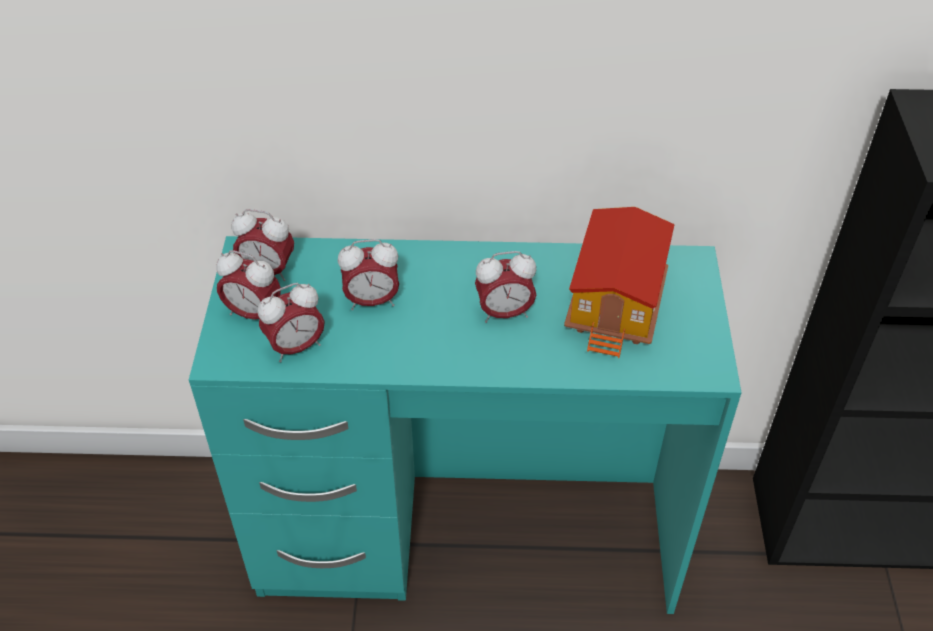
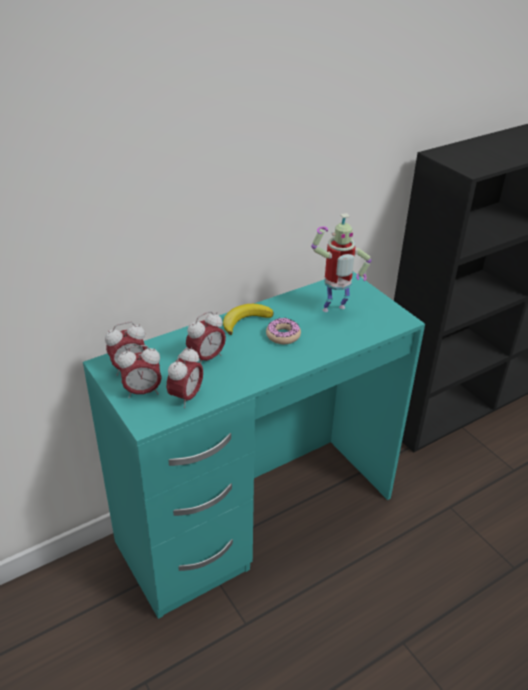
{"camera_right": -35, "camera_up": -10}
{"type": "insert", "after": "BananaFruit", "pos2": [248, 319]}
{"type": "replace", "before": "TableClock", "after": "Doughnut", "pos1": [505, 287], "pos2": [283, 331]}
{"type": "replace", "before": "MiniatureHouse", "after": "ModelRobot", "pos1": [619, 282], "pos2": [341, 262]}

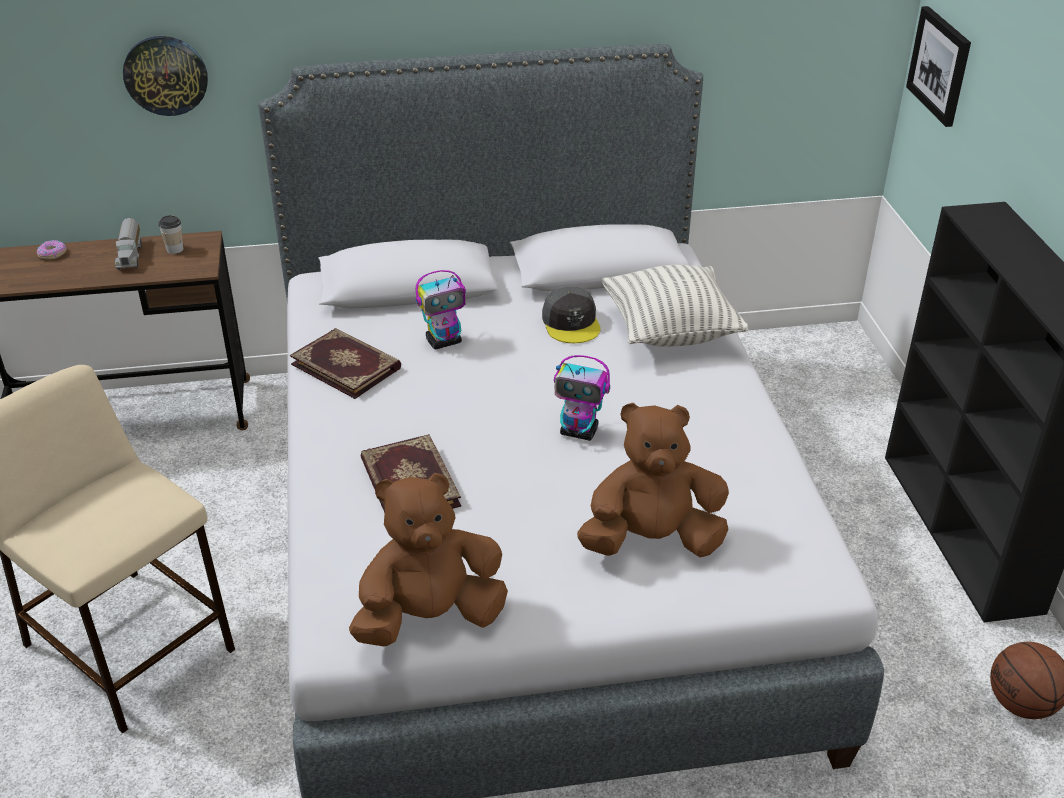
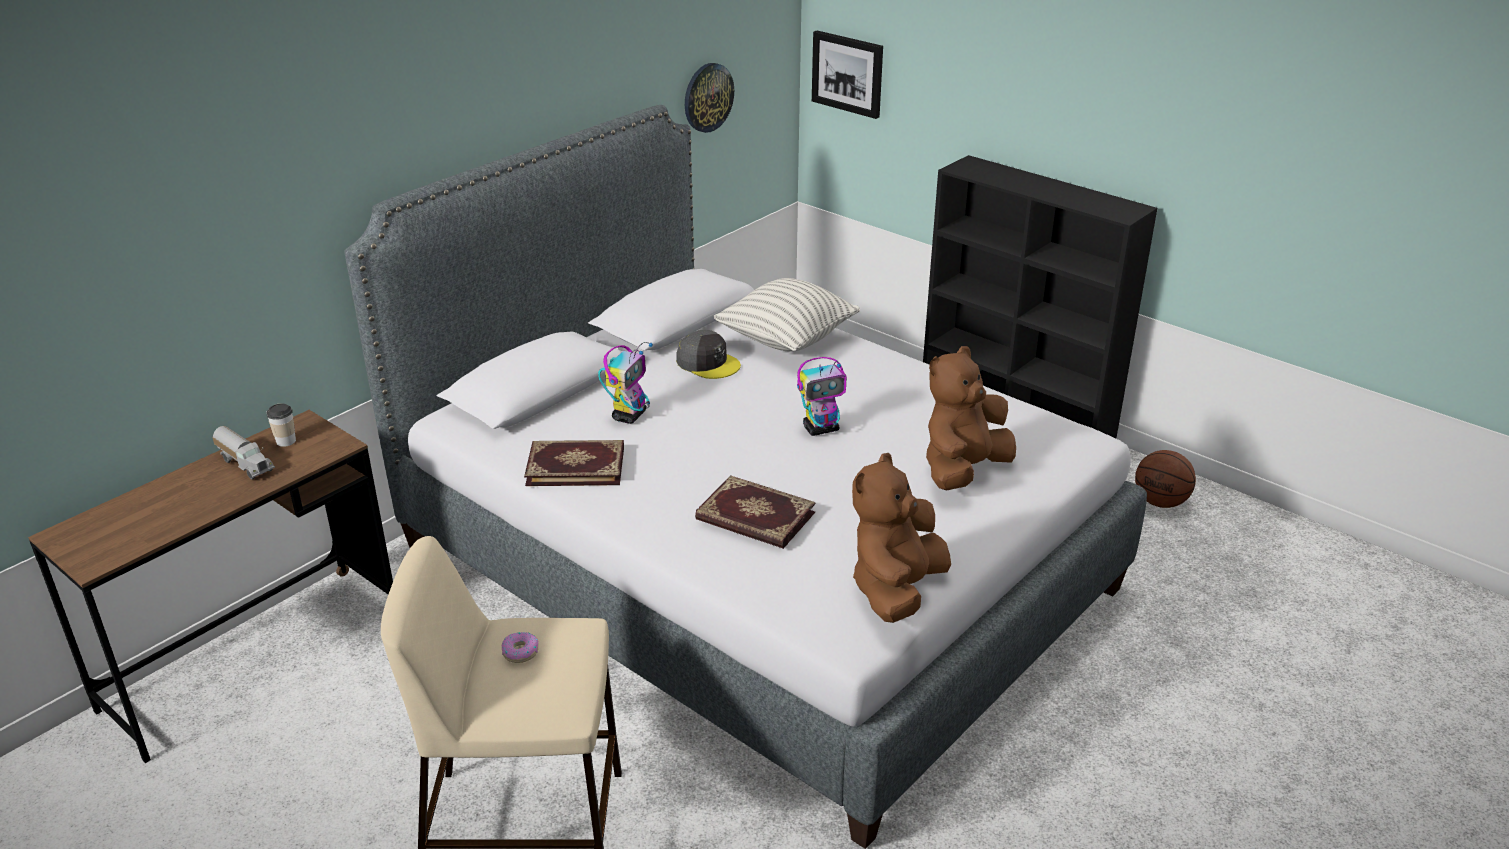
{"camera_right": -40, "camera_up": -5}
{"type": "move", "before": "Doughnut", "pos1": [52, 250], "pos2": [520, 647]}
{"type": "move", "before": "HangingClock", "pos1": [165, 76], "pos2": [709, 98]}

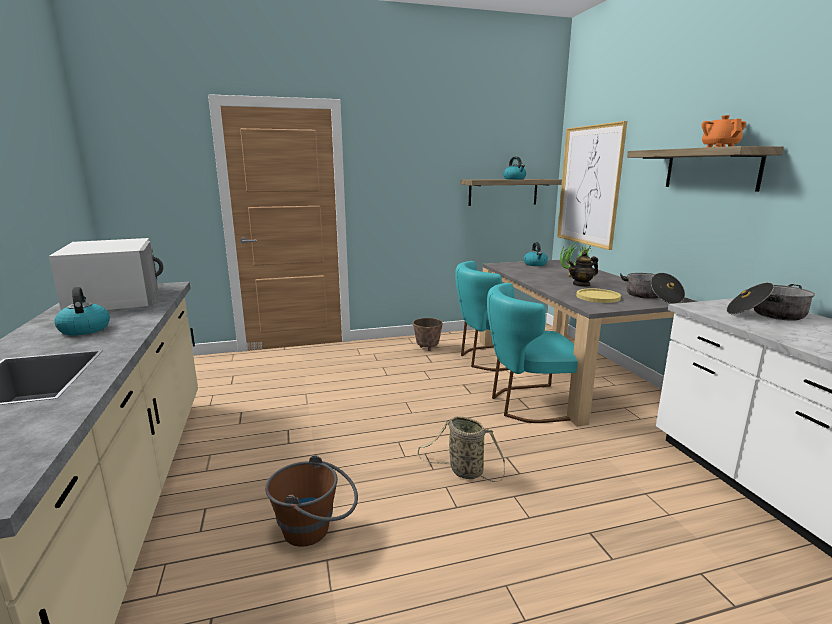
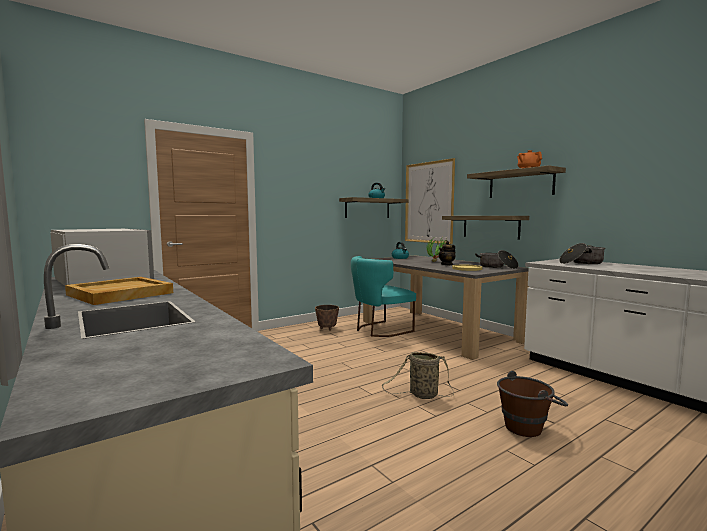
{"camera_right": -20, "camera_up": -10}
{"type": "delete", "before": "TurquoiseColouredChair", "pos1": [532, 353]}
{"type": "insert", "after": "BracketShelf", "pos2": [485, 228]}
{"type": "move", "before": "BrownishWaterBucket", "pos1": [311, 501], "pos2": [532, 404]}
{"type": "replace", "before": "TeaKettle", "after": "SandColouredCarryingTray", "pos1": [82, 311], "pos2": [119, 291]}

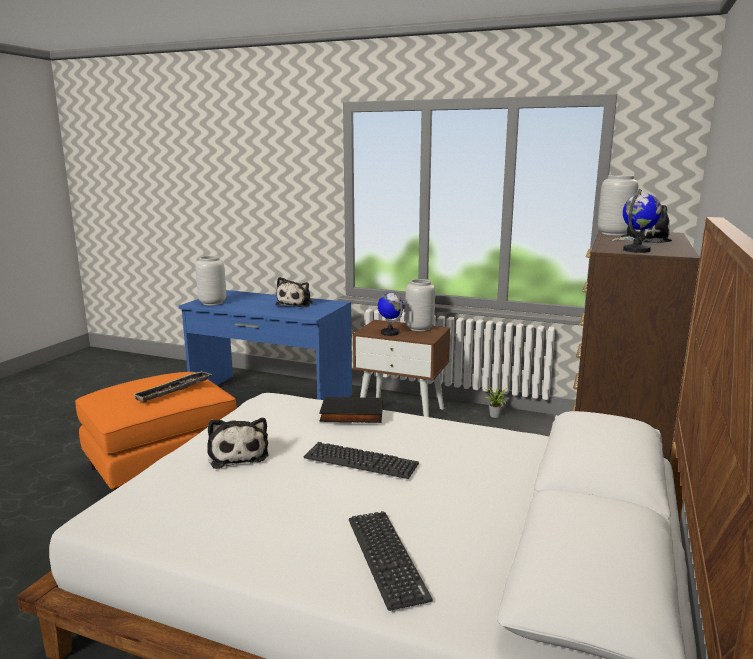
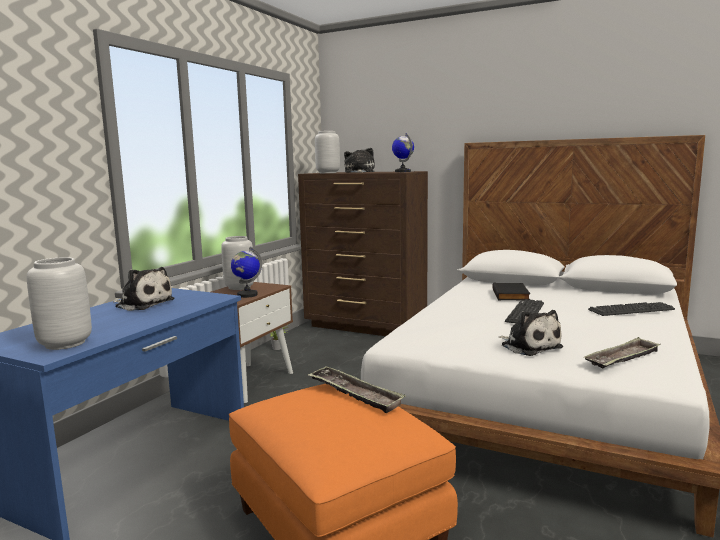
{"camera_right": -85, "camera_up": -5}
{"type": "insert", "after": "CarryingTray", "pos2": [622, 353]}
{"type": "move", "before": "BlackishVolume", "pos1": [351, 410], "pos2": [511, 291]}
{"type": "rotate", "before": "SoftToy", "pos1": [238, 443], "pos2": [531, 333], "turn": 75}

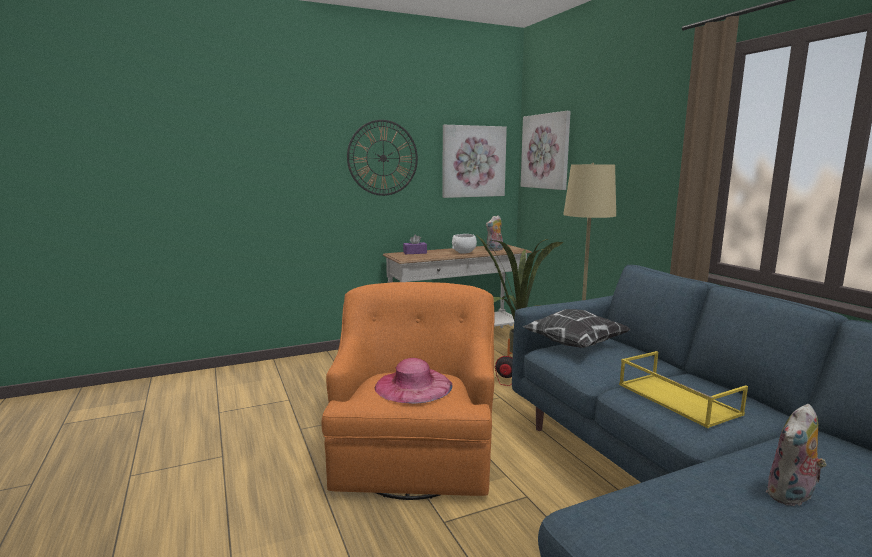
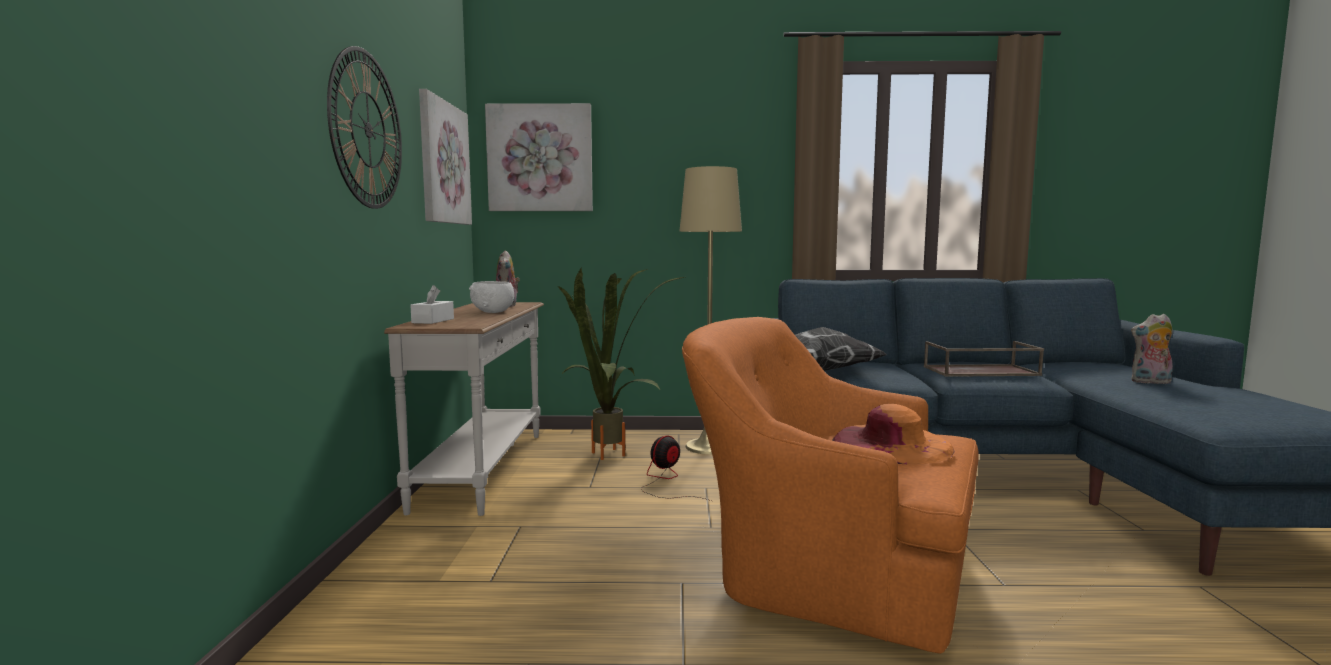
{"camera_right": -65, "camera_up": -5}
{"type": "recolor", "before": "PinkishClothingHat", "after": "OrangeyClothingHat", "pos1": [413, 381], "pos2": [893, 434]}
{"type": "recolor", "before": "PurpleTissueBox", "after": "WhiteTissueBox", "pos1": [415, 244], "pos2": [432, 304]}
{"type": "recolor", "before": "YellowColouredCarryingTray", "after": "BrownishCarryingTray", "pos1": [683, 389], "pos2": [984, 359]}
{"type": "rotate", "before": "SoftToy", "pos1": [796, 455], "pos2": [1152, 349], "turn": 105}

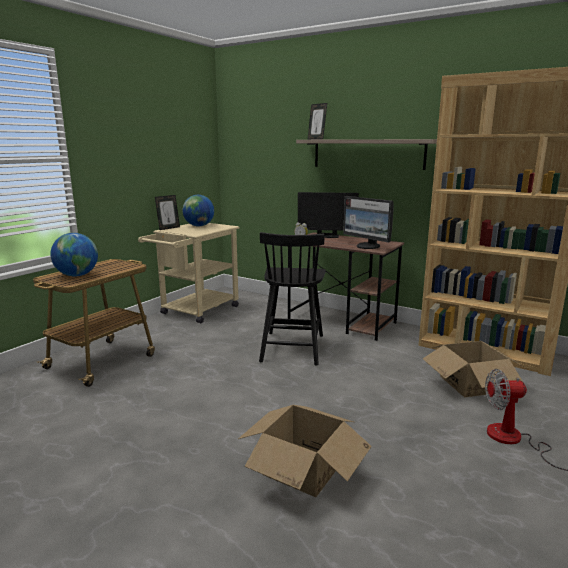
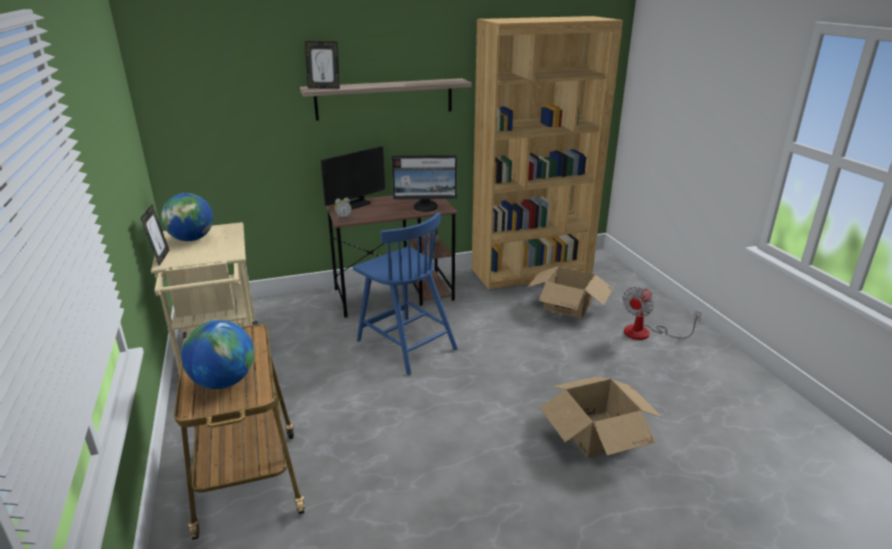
{"camera_right": -50, "camera_up": 10}
{"type": "recolor", "before": "BlackishChair", "after": "BlueColouredChair", "pos1": [292, 299], "pos2": [405, 293]}

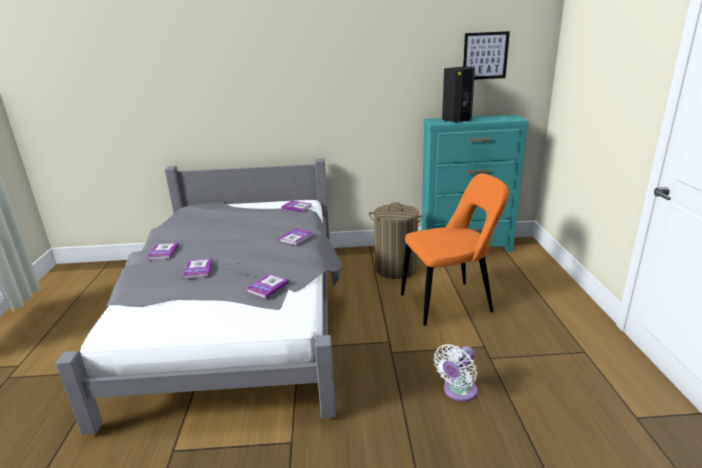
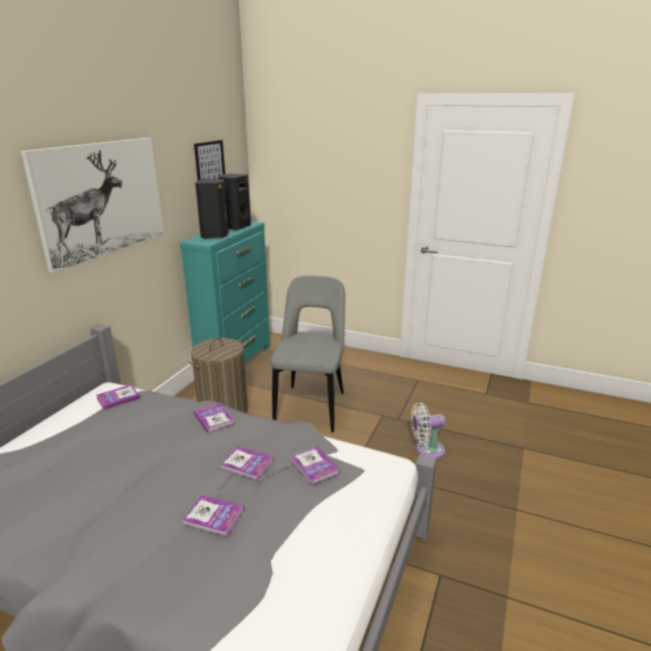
{"camera_right": -65, "camera_up": 0}
{"type": "insert", "after": "WallArt", "pos2": [92, 205]}
{"type": "insert", "after": "BlackishSpeaker", "pos2": [234, 202]}
{"type": "move", "before": "Volume", "pos1": [163, 251], "pos2": [247, 463]}
{"type": "recolor", "before": "OrangeyChair", "after": "GreyishChair", "pos1": [455, 249], "pos2": [307, 354]}
{"type": "rotate", "before": "WhiteElectricFan", "pos1": [456, 373], "pos2": [428, 431], "turn": 105}

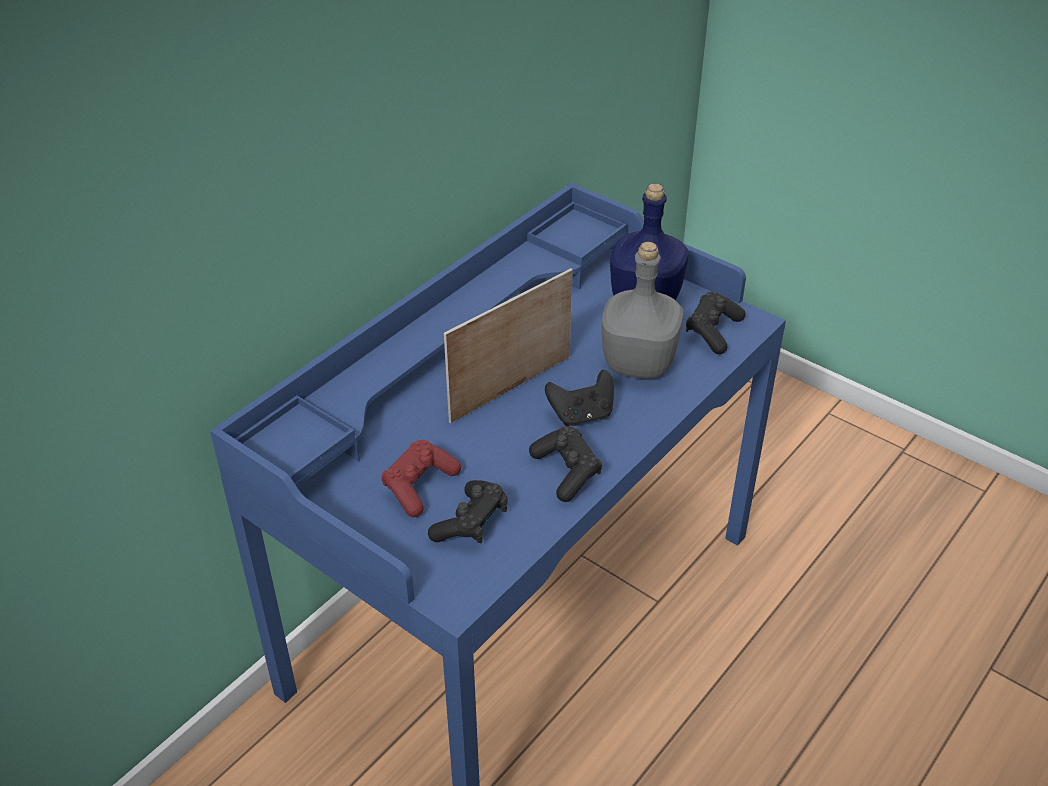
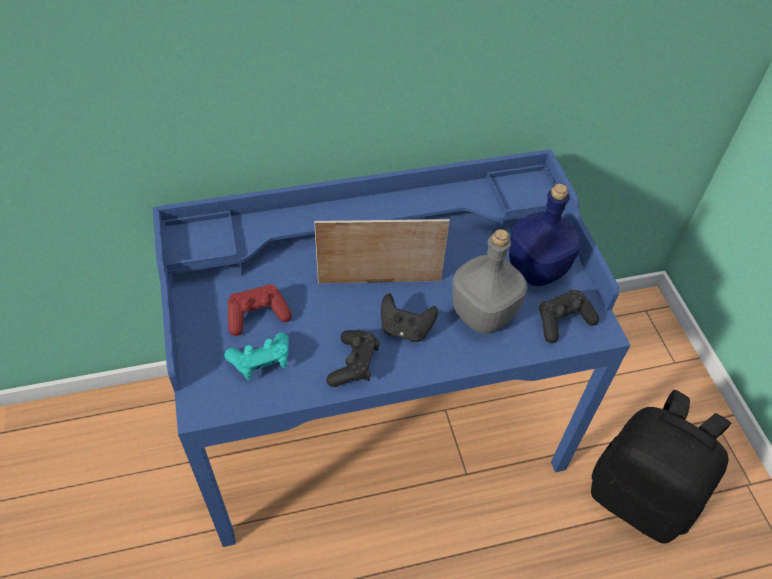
{"camera_right": 35, "camera_up": 10}
{"type": "insert", "after": "BlackishBackpack", "pos2": [661, 467]}
{"type": "recolor", "before": "BlackishGameController", "after": "TurquoiseColouredGameController", "pos1": [468, 511], "pos2": [256, 356]}

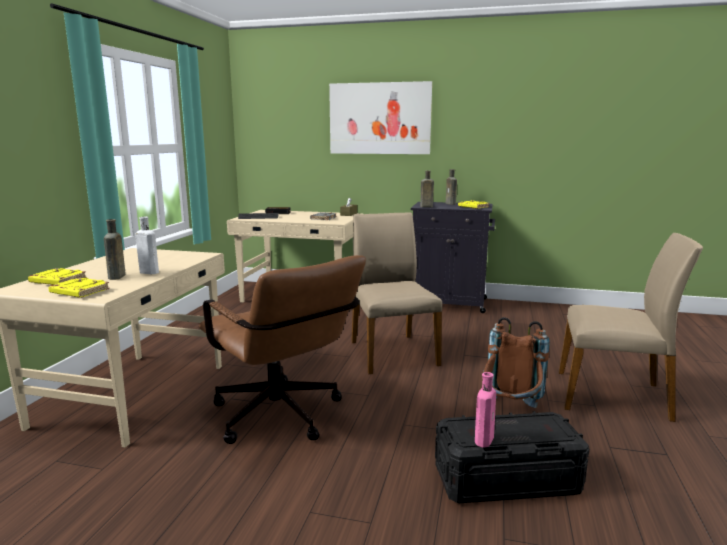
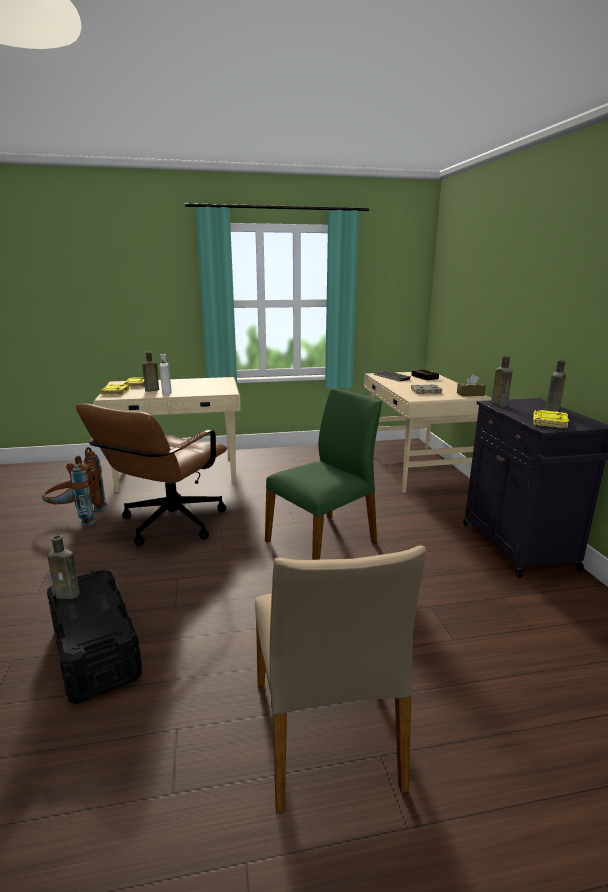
{"camera_right": 65, "camera_up": 5}
{"type": "delete", "before": "WallArt", "pos1": [380, 117]}
{"type": "move", "before": "BrownishBackpack", "pos1": [516, 362], "pos2": [74, 486]}
{"type": "recolor", "before": "SandColouredChair", "after": "GreenChair", "pos1": [396, 293], "pos2": [323, 474]}
{"type": "recolor", "before": "PinkishDrinkBottle", "after": "BrownishDrinkBottle", "pos1": [485, 410], "pos2": [63, 567]}

